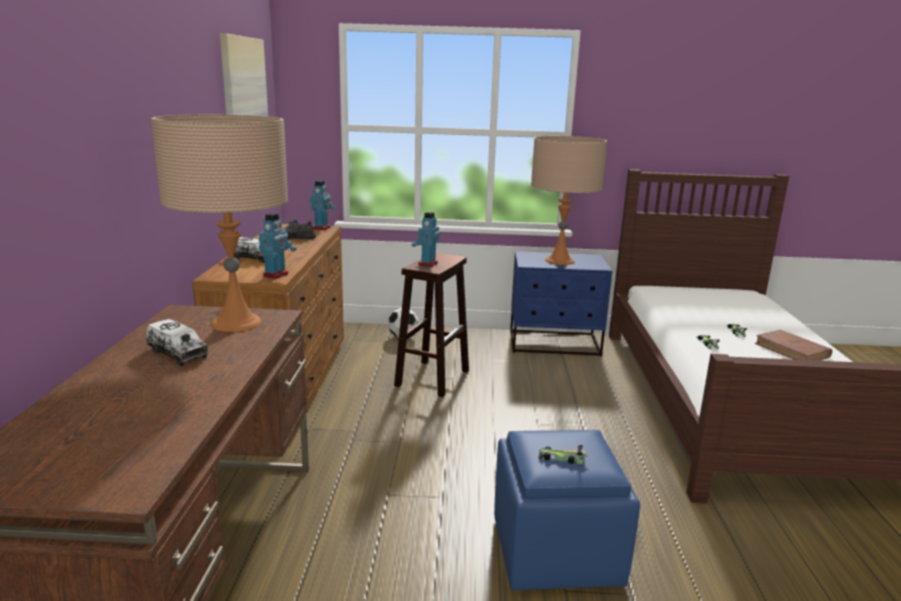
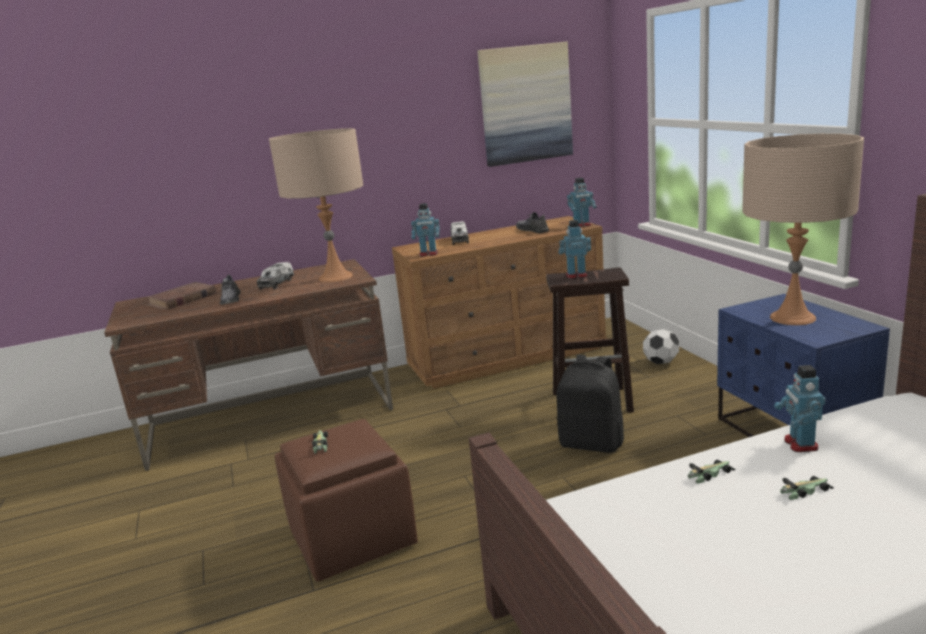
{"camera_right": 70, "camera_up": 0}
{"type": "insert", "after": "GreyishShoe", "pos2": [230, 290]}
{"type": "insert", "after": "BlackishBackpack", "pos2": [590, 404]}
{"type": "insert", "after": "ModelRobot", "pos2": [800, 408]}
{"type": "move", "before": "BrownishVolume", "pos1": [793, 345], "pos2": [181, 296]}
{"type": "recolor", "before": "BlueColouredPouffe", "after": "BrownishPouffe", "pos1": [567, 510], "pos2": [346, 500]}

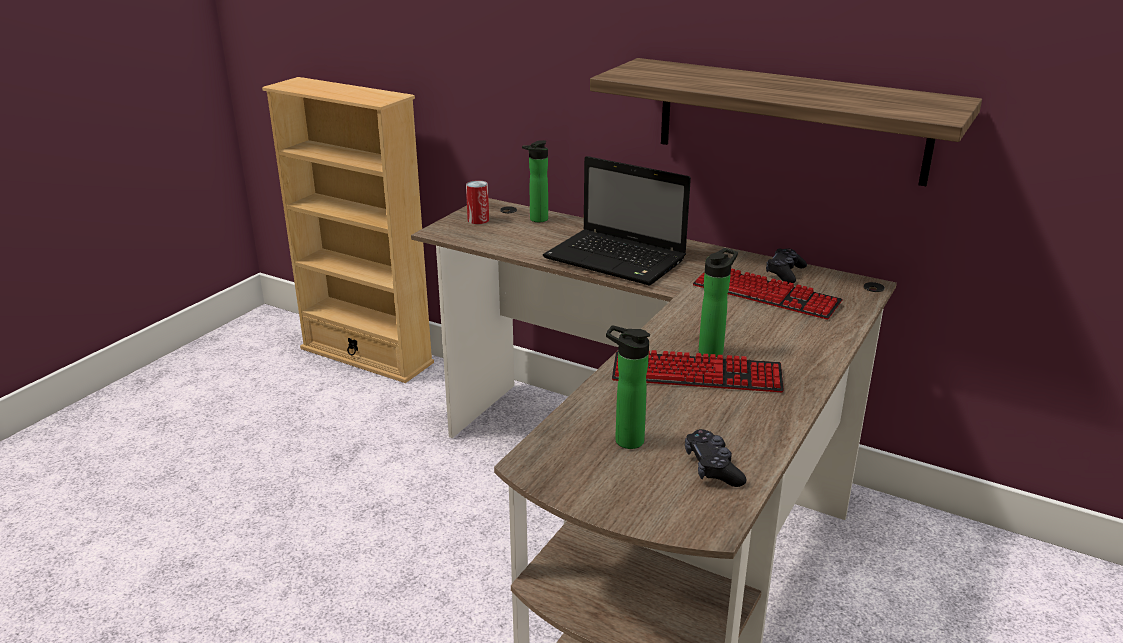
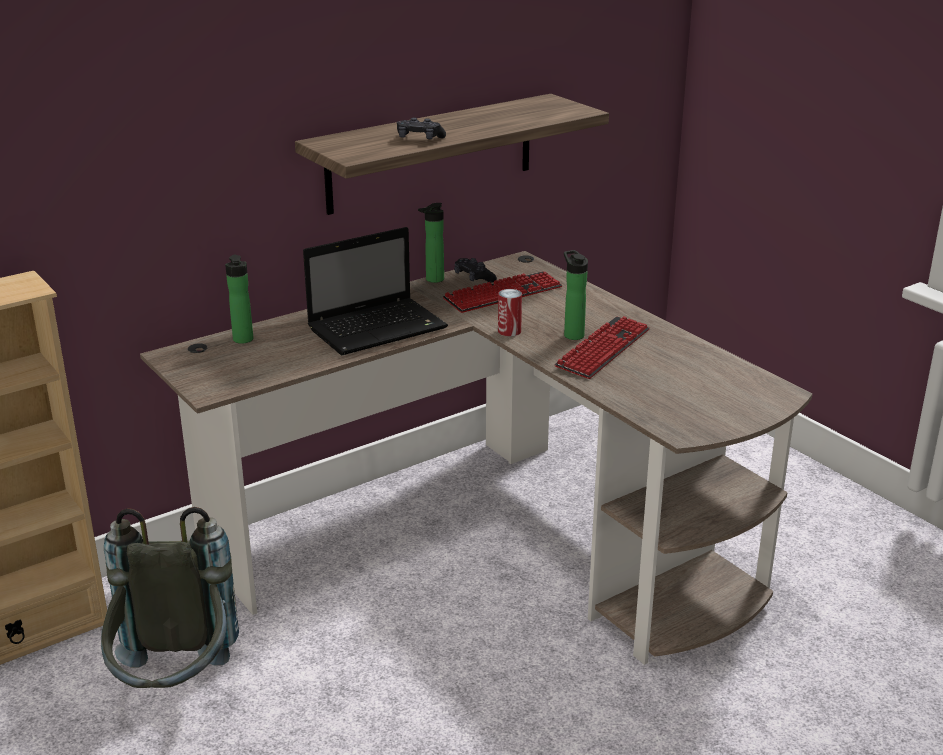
{"camera_right": -65, "camera_up": 0}
{"type": "insert", "after": "GreyishBackpack", "pos2": [170, 597]}
{"type": "move", "before": "Can", "pos1": [477, 202], "pos2": [510, 312]}
{"type": "move", "before": "DrinkBottle", "pos1": [628, 387], "pos2": [431, 243]}
{"type": "move", "before": "BlackishGameController", "pos1": [715, 458], "pos2": [421, 128]}

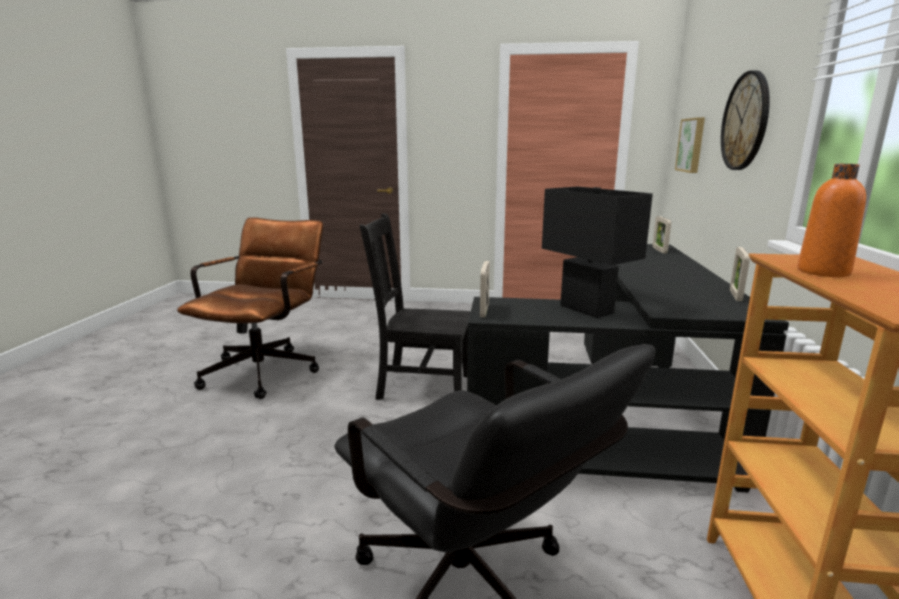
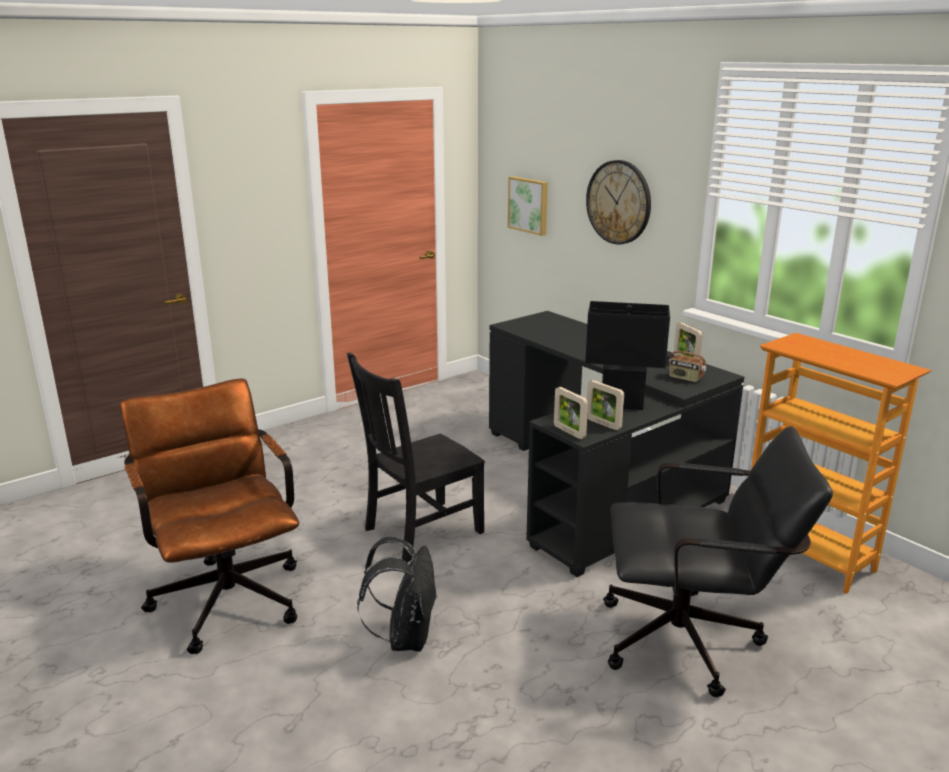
{"camera_right": -45, "camera_up": 5}
{"type": "delete", "before": "OrangeyDrinkBottle", "pos1": [831, 220]}
{"type": "insert", "after": "BlackishBackpack", "pos2": [397, 594]}
{"type": "insert", "after": "RadioReceiver", "pos2": [687, 362]}
{"type": "move", "before": "PictureFrame", "pos1": [662, 234], "pos2": [605, 405]}

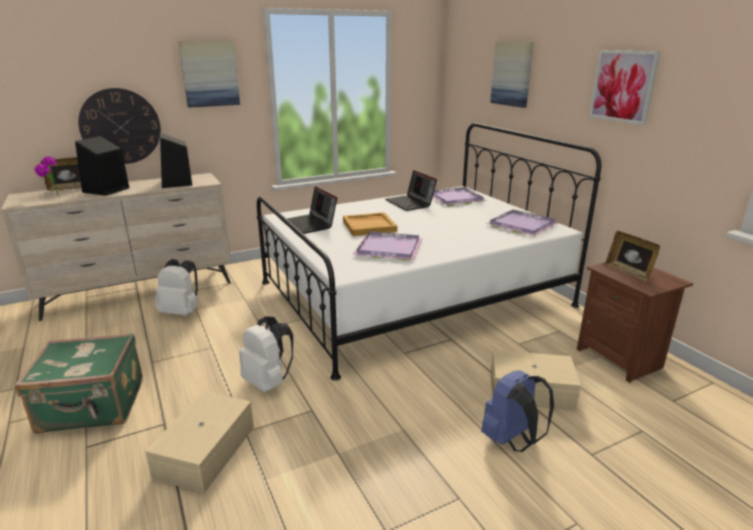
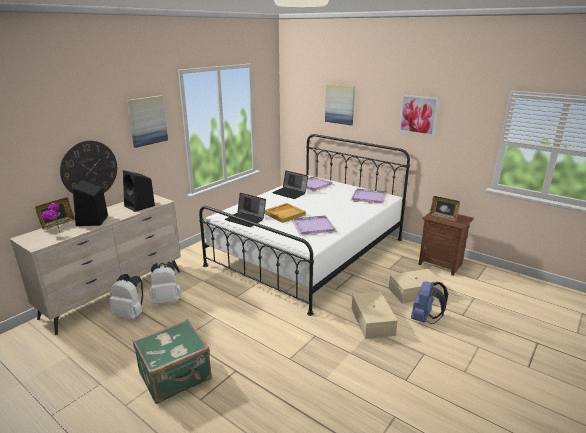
{"camera_right": -25, "camera_up": 0}
{"type": "move", "before": "SandColouredStorageBox", "pos1": [199, 442], "pos2": [375, 315]}
{"type": "move", "before": "WhiteBackpack", "pos1": [266, 354], "pos2": [126, 297]}

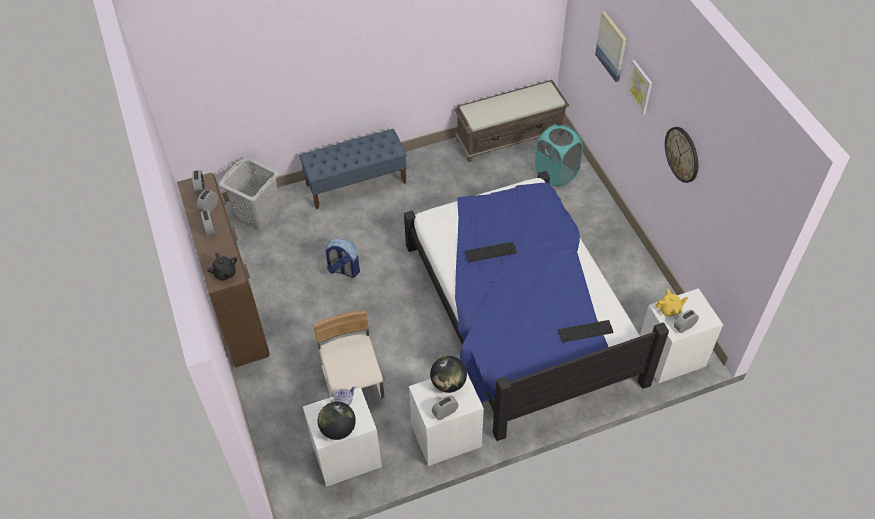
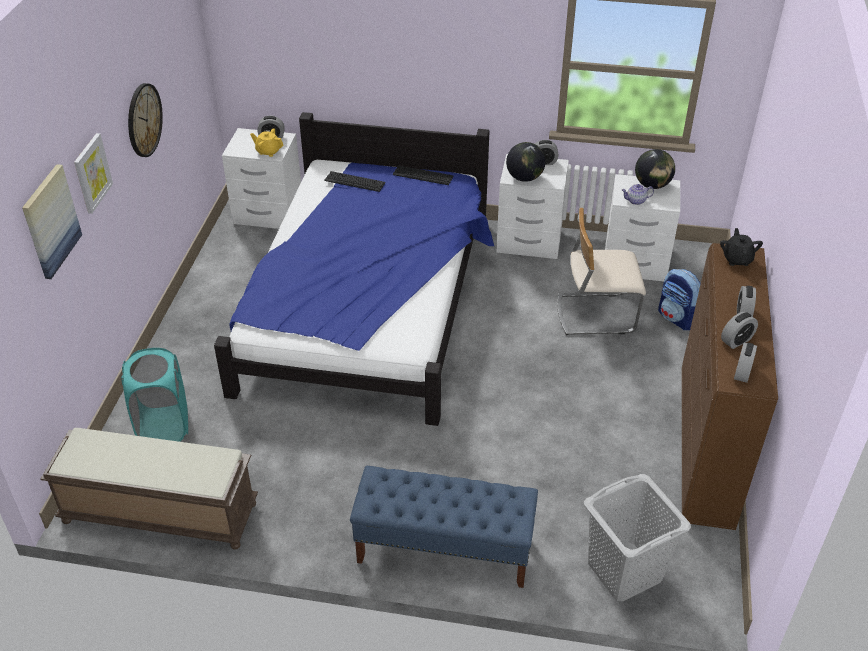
{"camera_right": -150, "camera_up": -10}
{"type": "move", "before": "Backpack", "pos1": [342, 258], "pos2": [679, 299]}
{"type": "move", "before": "PcKeyboard", "pos1": [491, 252], "pos2": [423, 175]}
{"type": "rotate", "before": "SandColouredChair", "pos1": [349, 354], "pos2": [601, 271], "turn": 75}

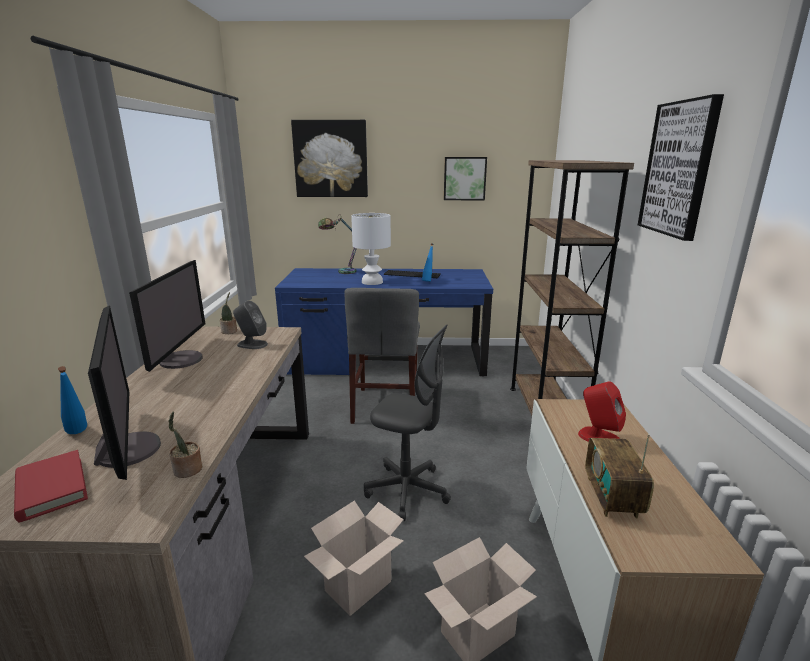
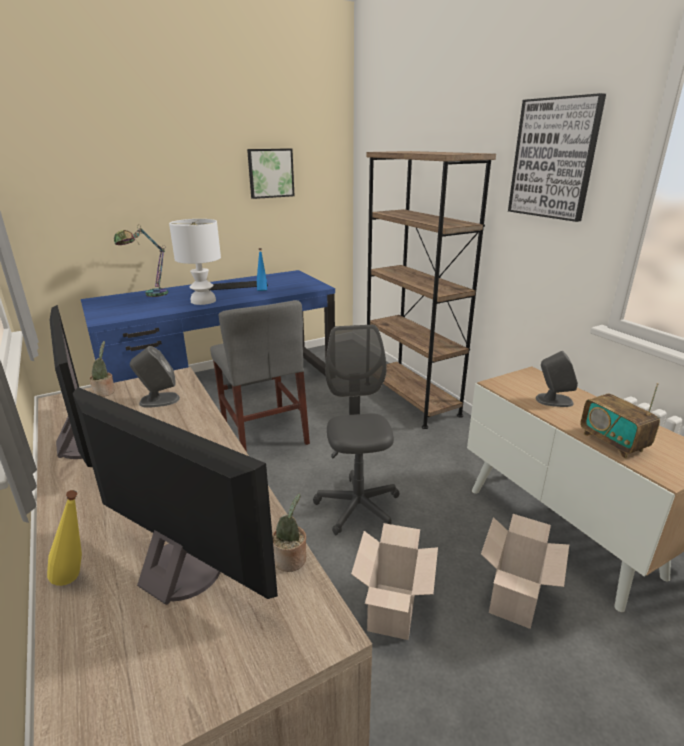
{"camera_right": -30, "camera_up": 5}
{"type": "delete", "before": "ReddishVolume", "pos1": [51, 486]}
{"type": "delete", "before": "WallArt", "pos1": [329, 158]}
{"type": "recolor", "before": "BlueColouredDrinkBottle", "after": "YellowColouredDrinkBottle", "pos1": [72, 400], "pos2": [64, 538]}
{"type": "recolor", "before": "ReddishSpeaker", "after": "GreyishSpeaker", "pos1": [602, 411], "pos2": [557, 379]}
{"type": "rotate", "before": "GreyishOfficeChair", "pos1": [407, 423], "pos2": [356, 430], "turn": -90}

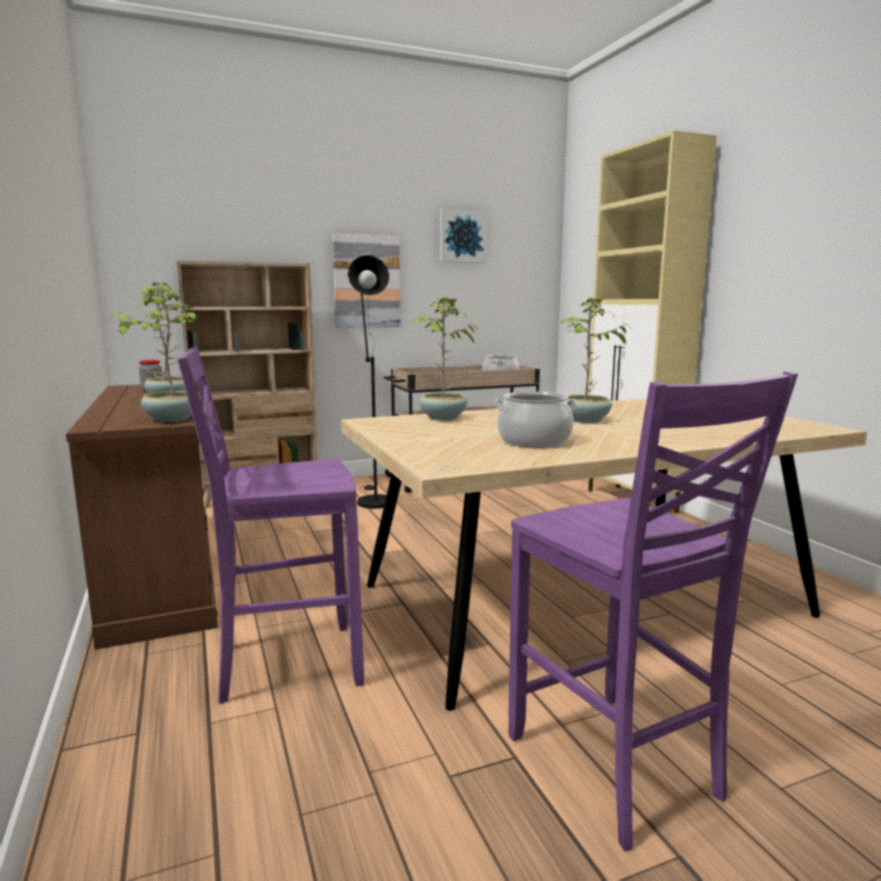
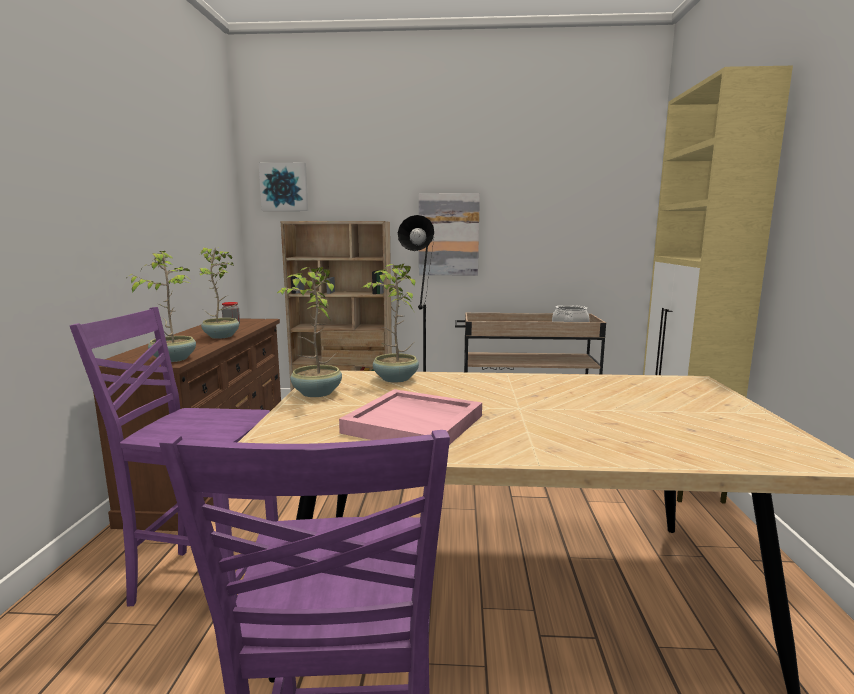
{"camera_right": 25, "camera_up": 0}
{"type": "move", "before": "WallArt", "pos1": [464, 236], "pos2": [283, 187]}
{"type": "move", "before": "Houseplant", "pos1": [596, 360], "pos2": [309, 332]}
{"type": "replace", "before": "Saucepot", "after": "PinkishCarryingTray", "pos1": [535, 419], "pos2": [410, 417]}

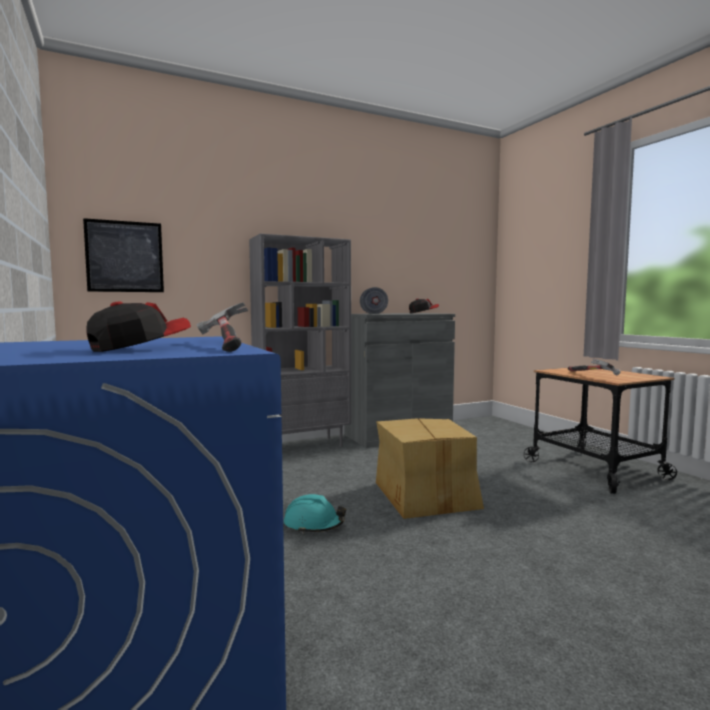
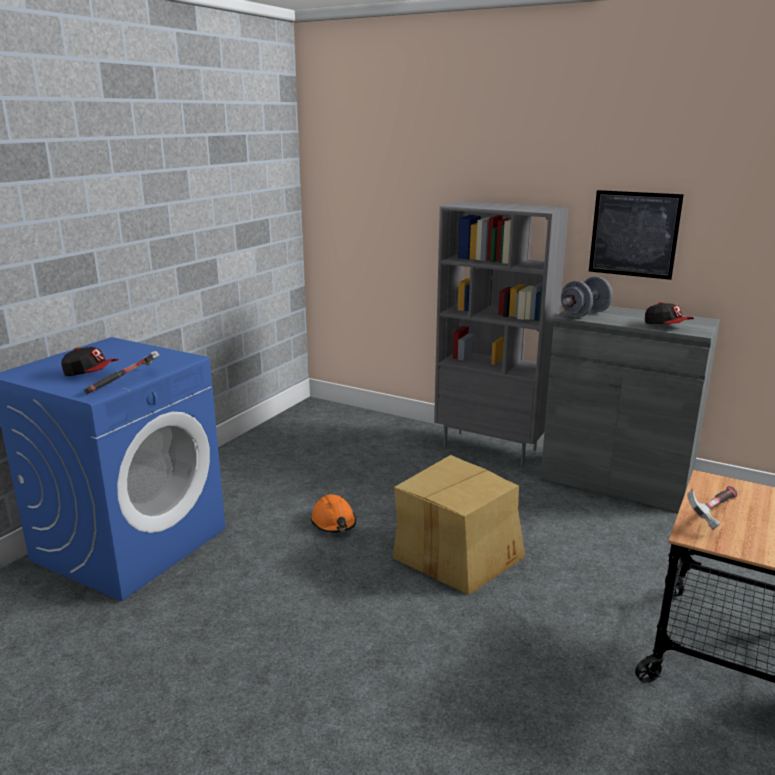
{"camera_right": 55, "camera_up": 15}
{"type": "move", "before": "WallArt", "pos1": [123, 255], "pos2": [636, 235]}
{"type": "recolor", "before": "TurquoiseColouredSafetyHelmet", "after": "OrangeySafetyHelmet", "pos1": [315, 514], "pos2": [333, 513]}

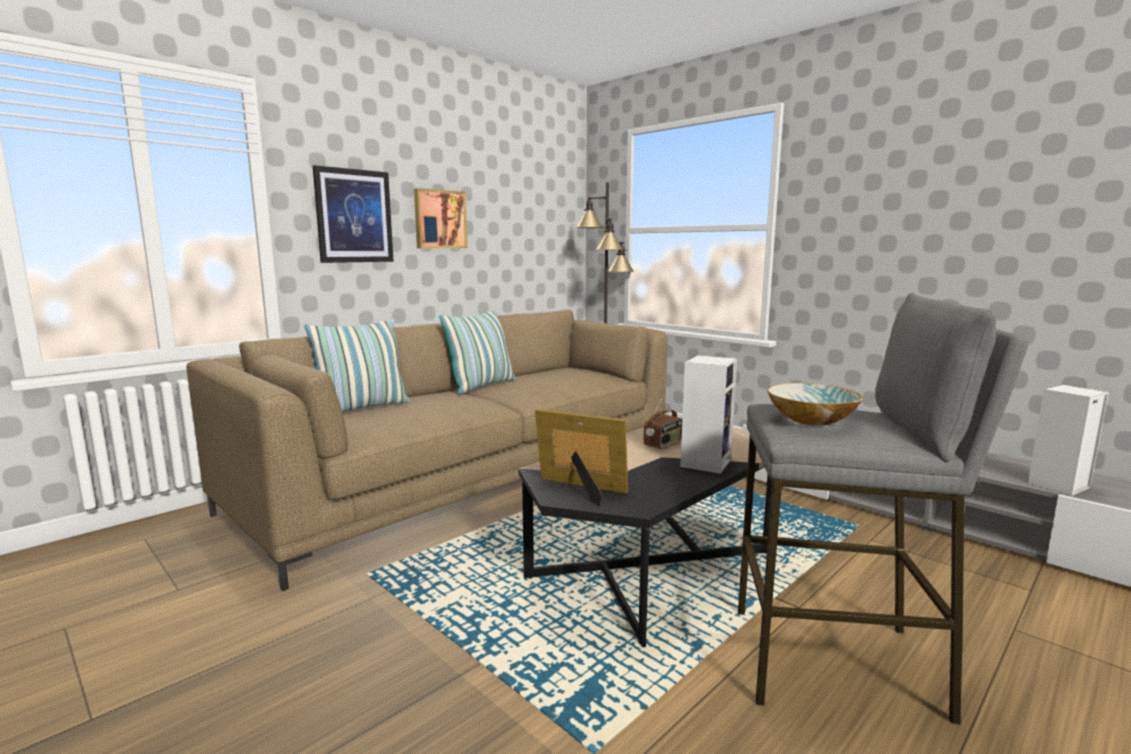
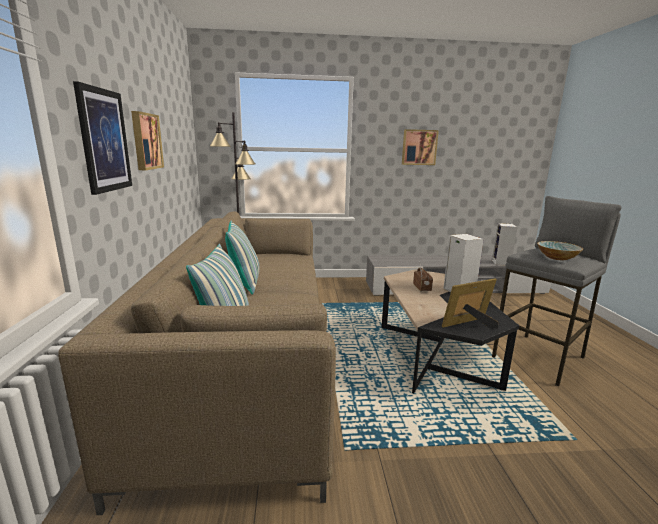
{"camera_right": -50, "camera_up": 5}
{"type": "insert", "after": "WallArt", "pos2": [420, 147]}

